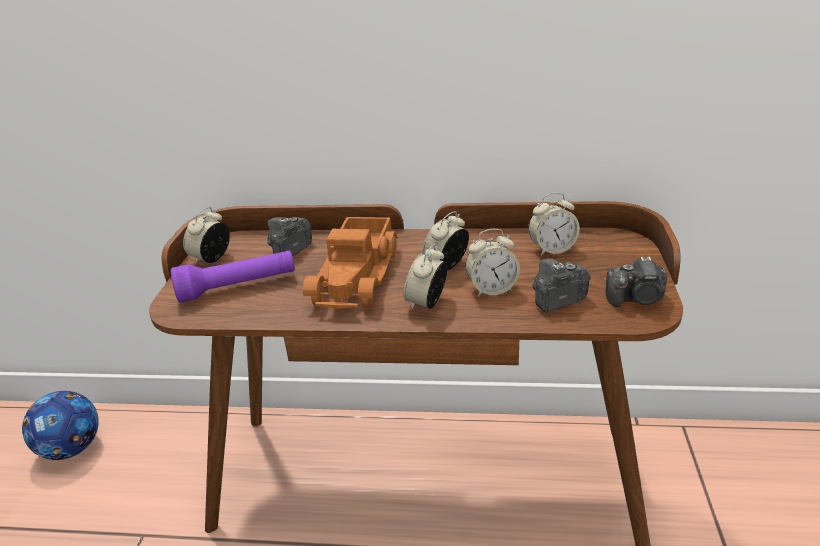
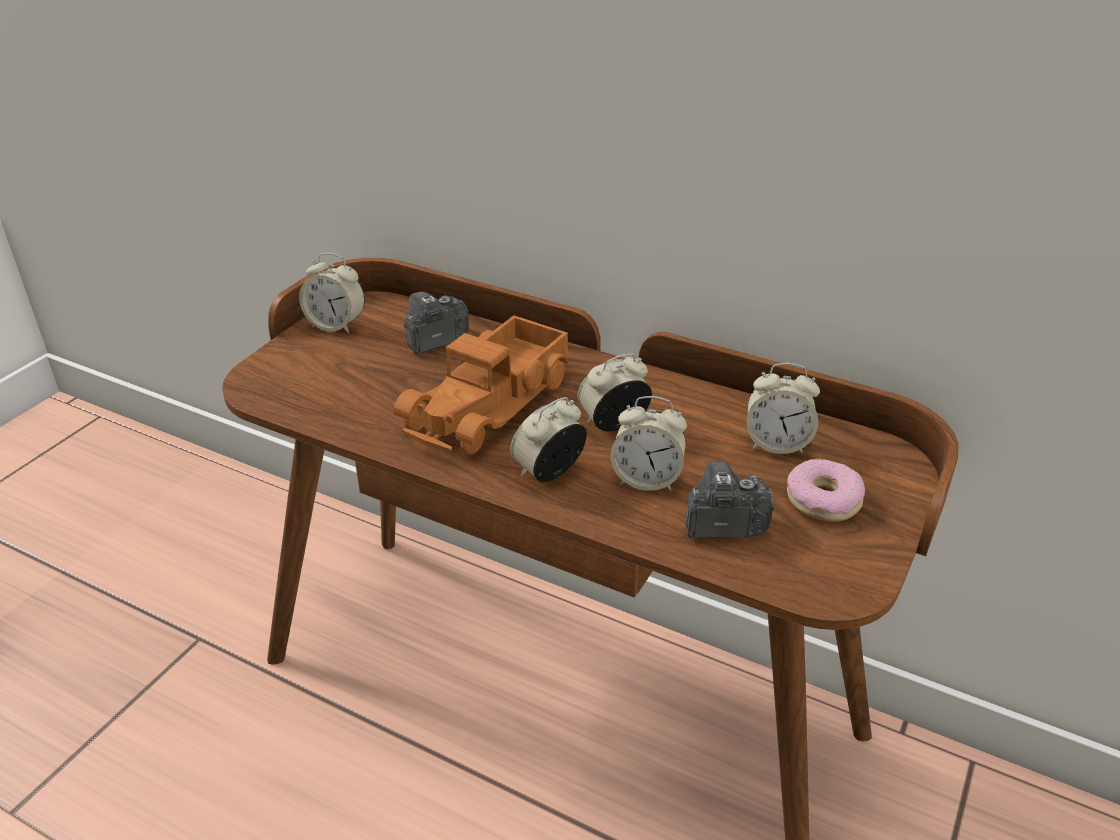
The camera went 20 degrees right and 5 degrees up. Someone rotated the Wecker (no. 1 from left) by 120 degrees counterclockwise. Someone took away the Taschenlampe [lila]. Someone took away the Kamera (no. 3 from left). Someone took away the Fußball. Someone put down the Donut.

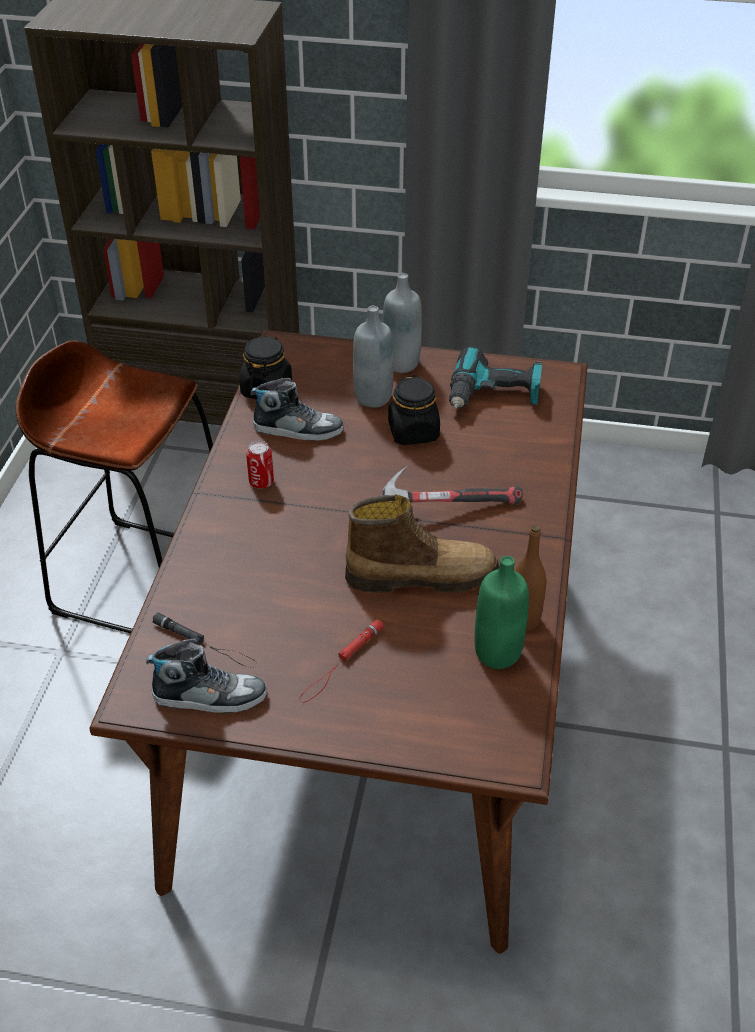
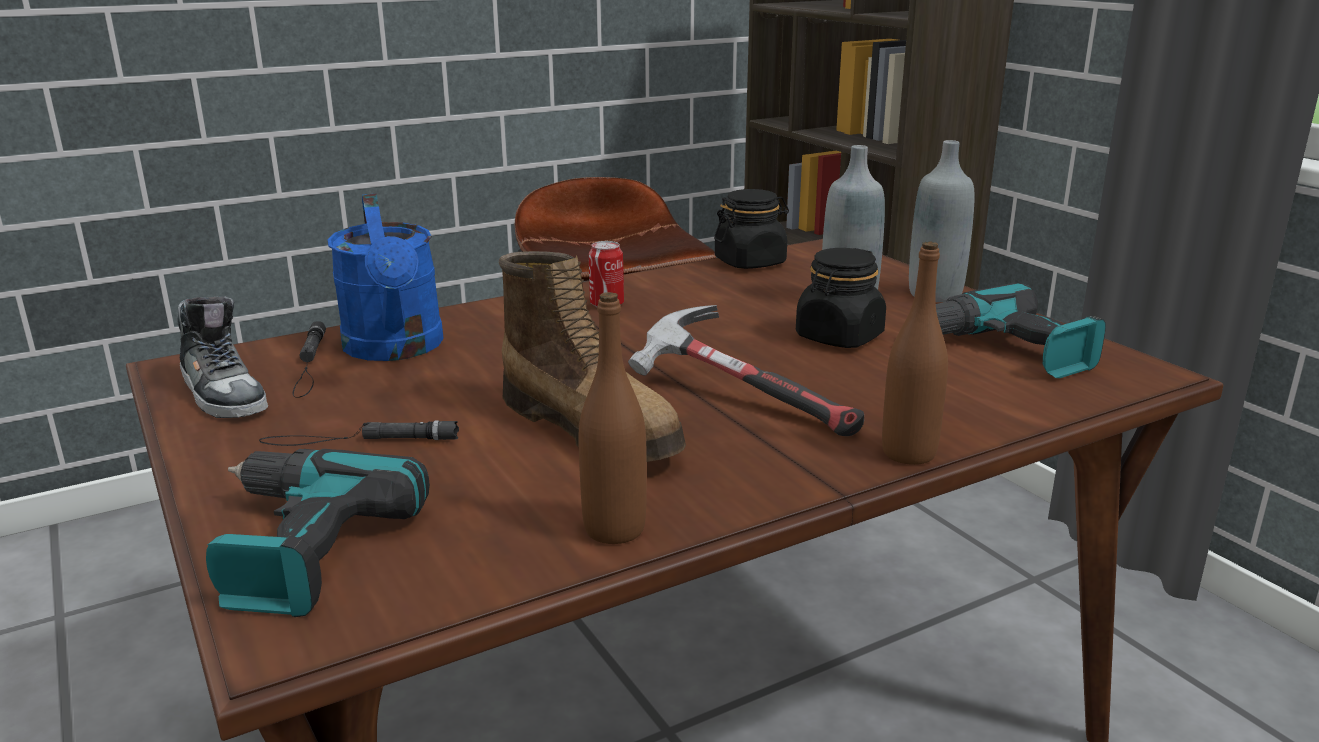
The camera went 50 degrees right and 20 degrees down. Someone took away the Schuh (no. 2 from left). Someone took away the Flasche [grün]. Someone repainted the Taschenlampe [rot], which became the Taschenlampe [schwarz] (no. 2 from left). Someone put down the Gießkanne [blau]. Someone put down the Flasche [braun] (no. 2 from left). Someone put down the Bohrmaschine (no. 1 from left).

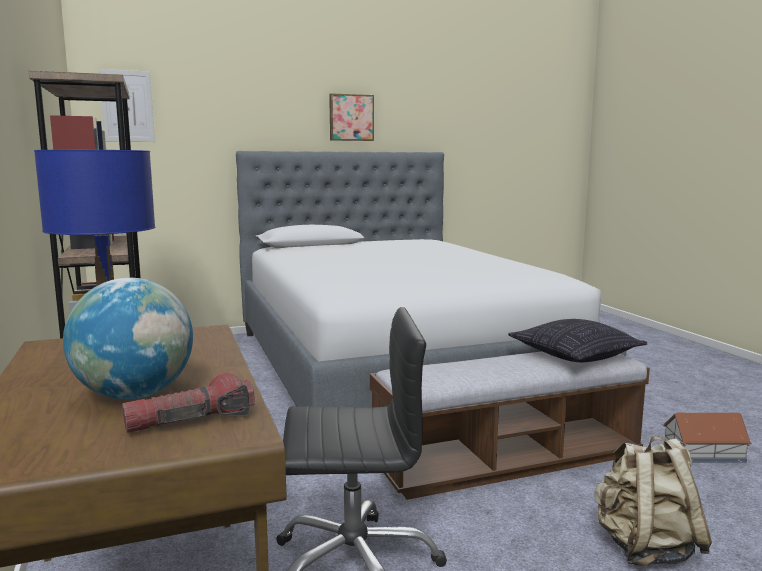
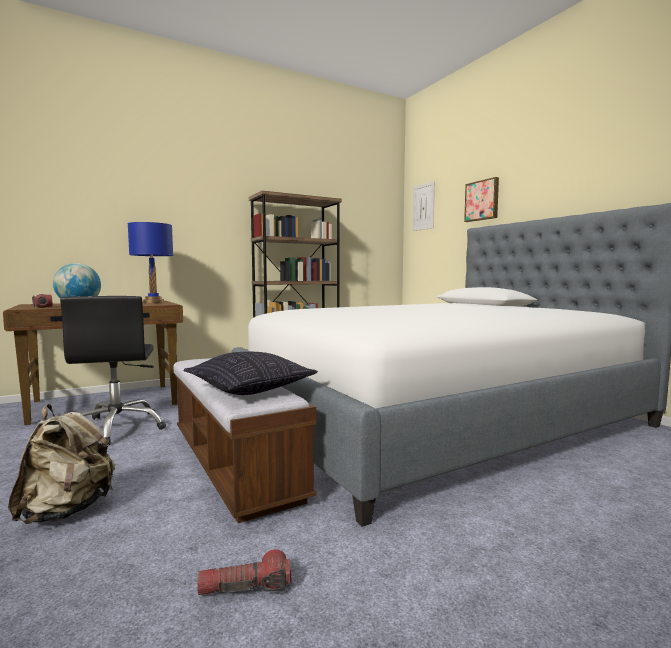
The camera went 80 degrees right and 5 degrees down. Someone carried the Bild (no. 2 from left). Someone swapped the Spielzeughaus for the Taschenlampe (no. 2 from left).

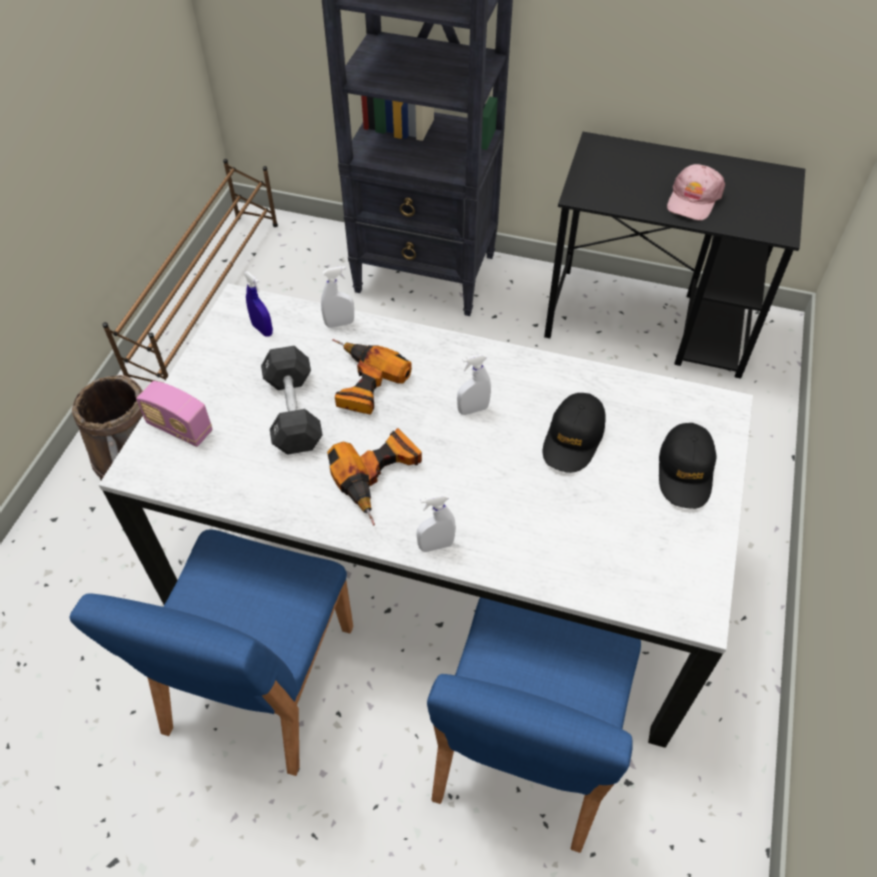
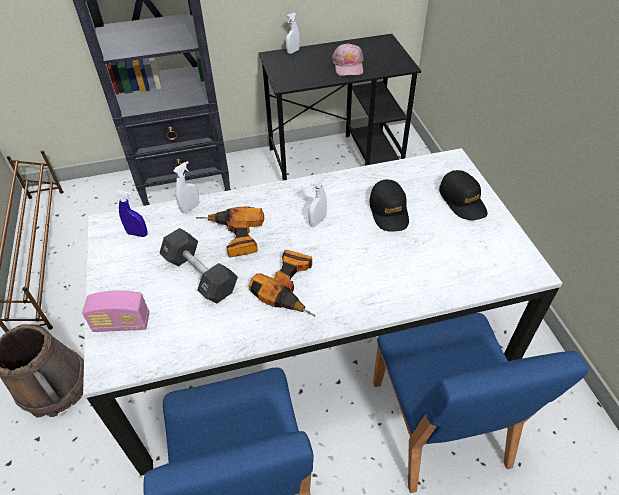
The camera went 30 degrees left and 5 degrees down. Someone carried the Sprühflasche [weiß] (no. 2 from left).

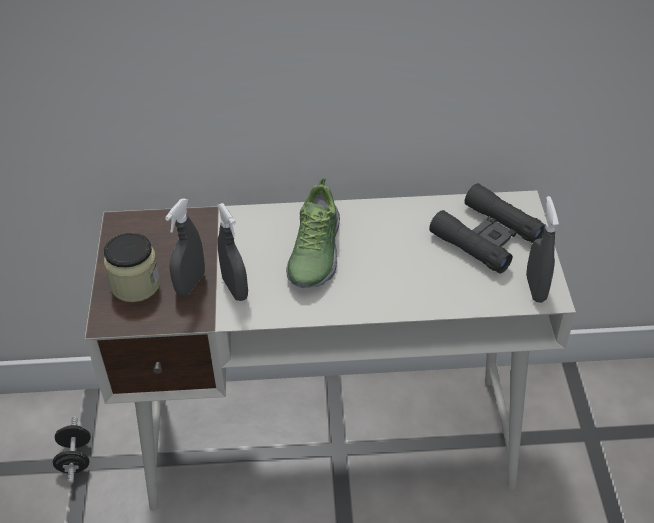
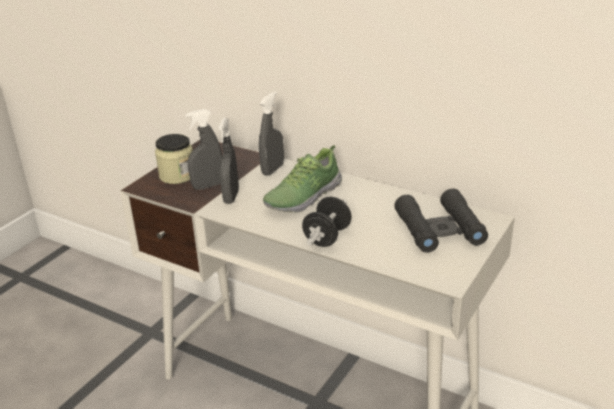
The camera went 35 degrees right and 15 degrees down. Someone carried the Sprühflasche [grau] (no. 3 from left). Someone carried the Hantel [schwarz].

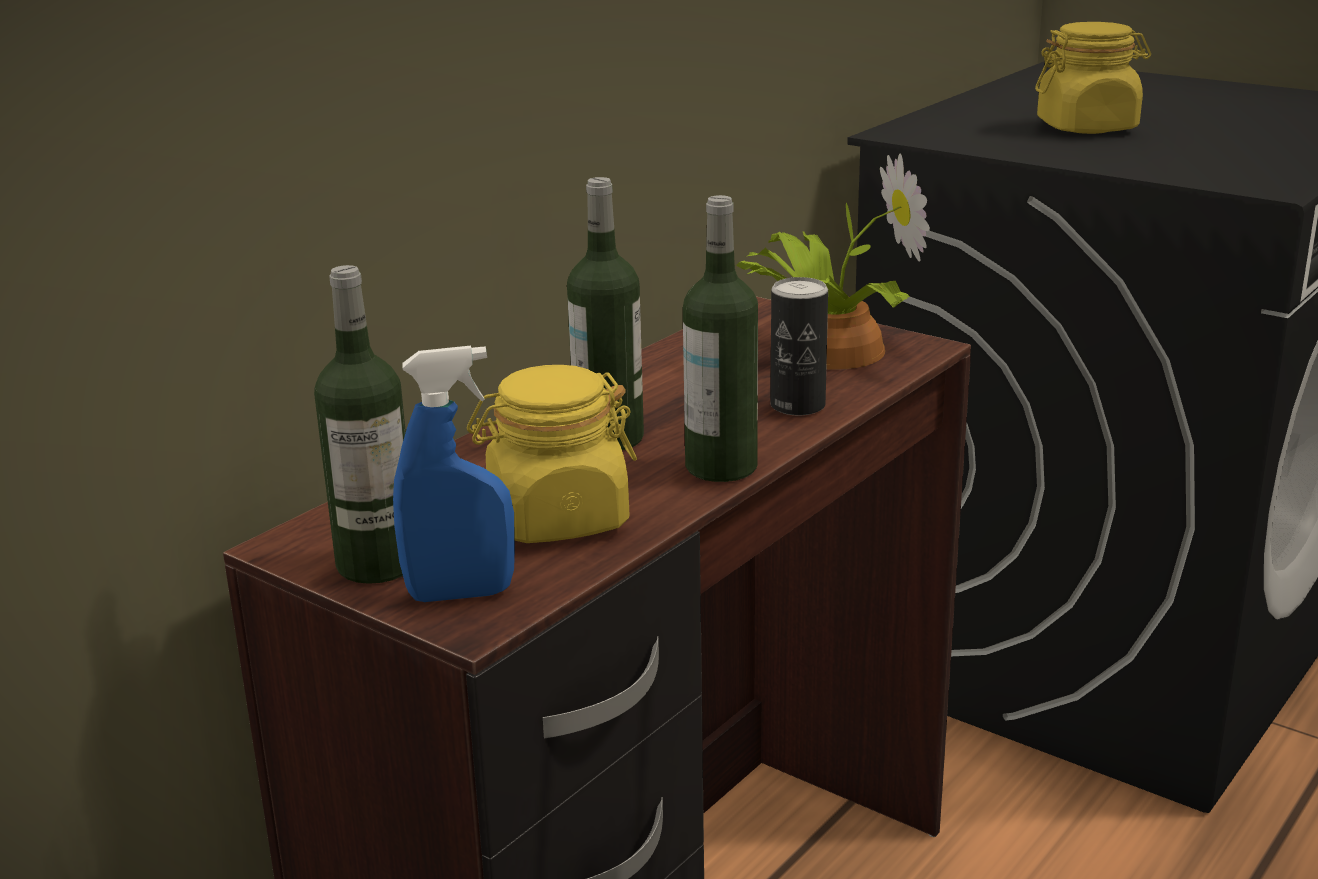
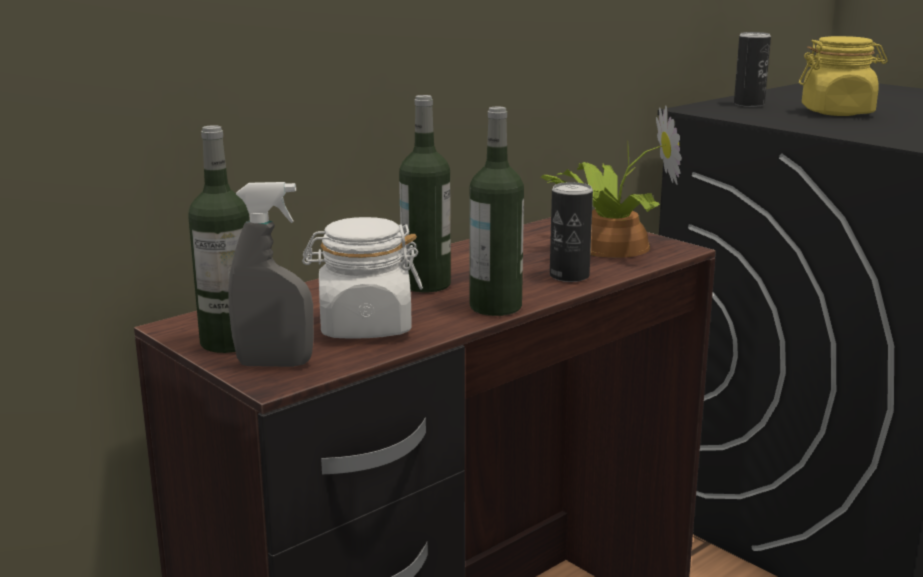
The camera went 10 degrees right and 5 degrees down. Someone repainted the Sprühflasche [blau], which became the Sprühflasche [grau]. Someone repainted the Vorratsglas [gelb] (no. 1 from left), which became the Vorratsglas [weiß]. Someone put down the Dose (no. 2 from left).

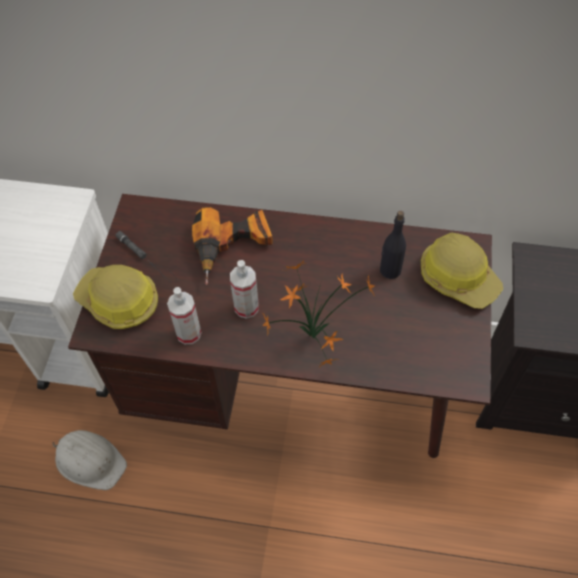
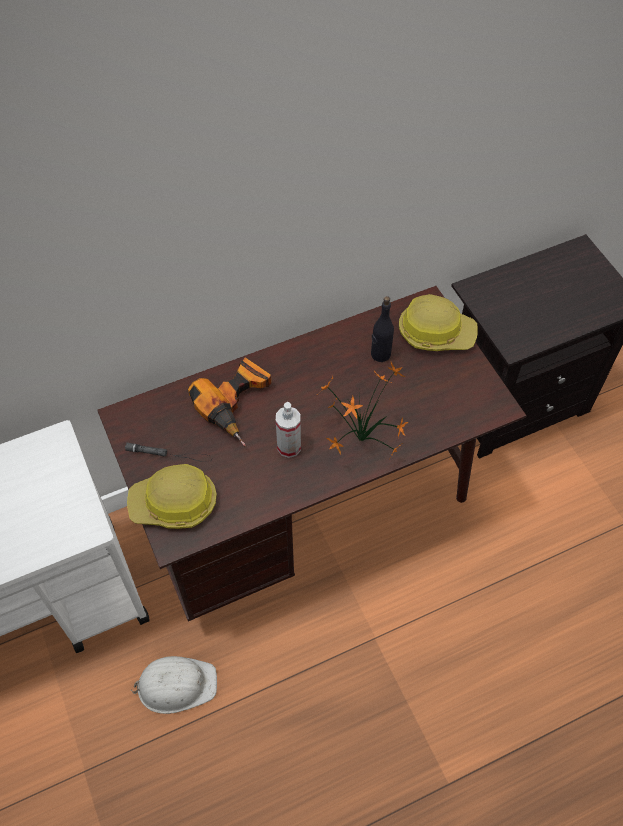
The camera went 35 degrees left and 0 degrees up. Someone took away the Sprühflasche (no. 1 from left).

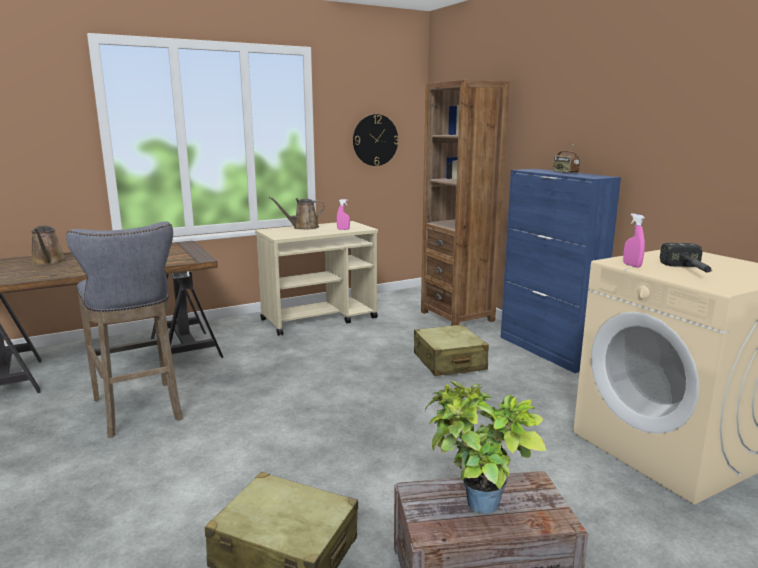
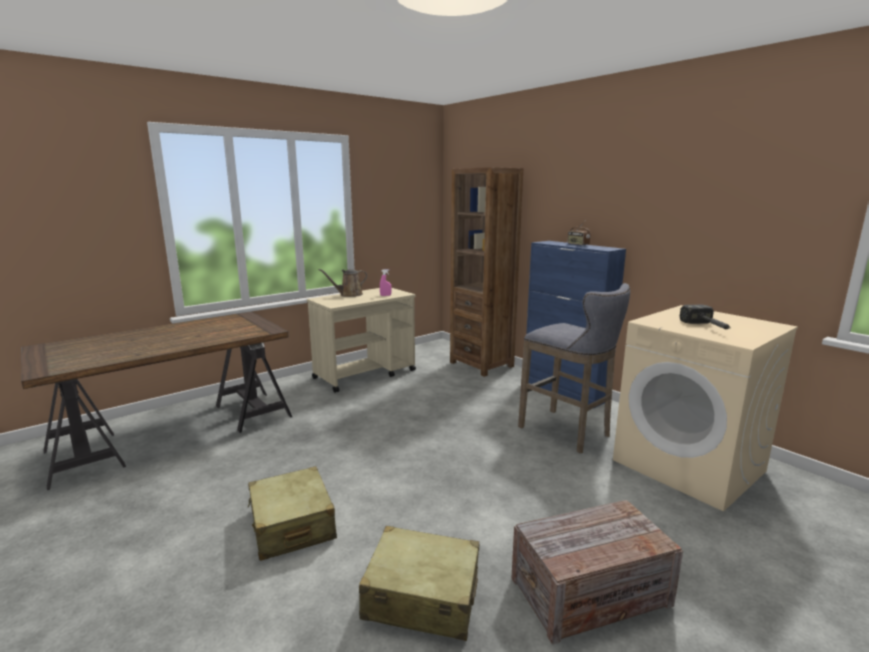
The camera went 10 degrees left and 0 degrees up. Someone took away the Wanduhr. Someone took away the Sprühflasche [rosa] (no. 2 from left). Someone carried the Hocker [grau]. Someone took away the Gießkanne [braun] (no. 1 from left). Someone carried the Koffer [beige] (no. 2 from left in the first image). Someone took away the Topfpflanze.

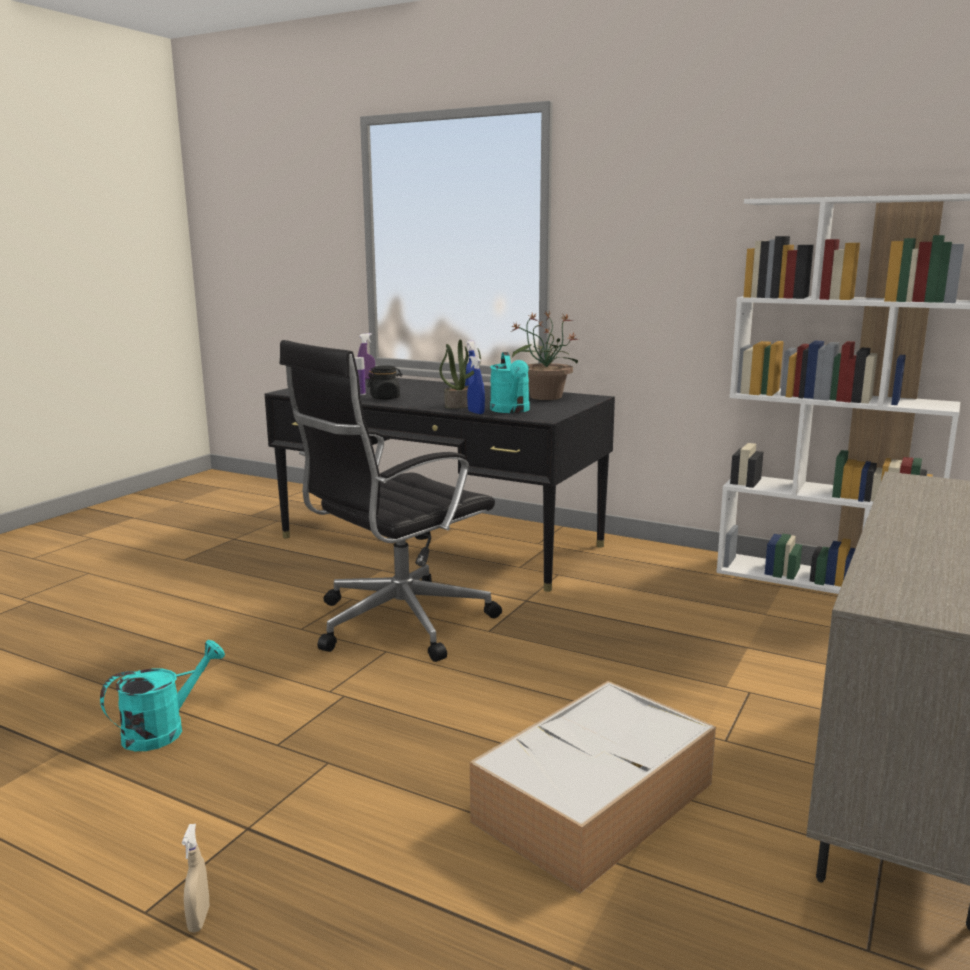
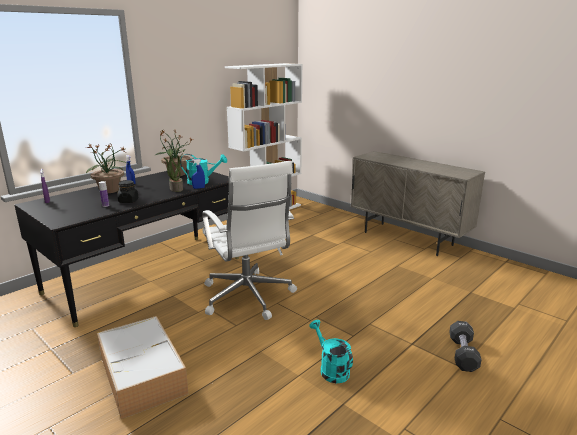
The camera went 75 degrees left and 5 degrees up. Someone repainted the Bürostuhl [schwarz], which became the Bürostuhl [weiß]. Someone carried the Aufbewahrungsbox. Someone swapped the Sprühflasche [beige] for the Hantel [schwarz]. Someone put down the Topfpflanze (no. 1 from left).

